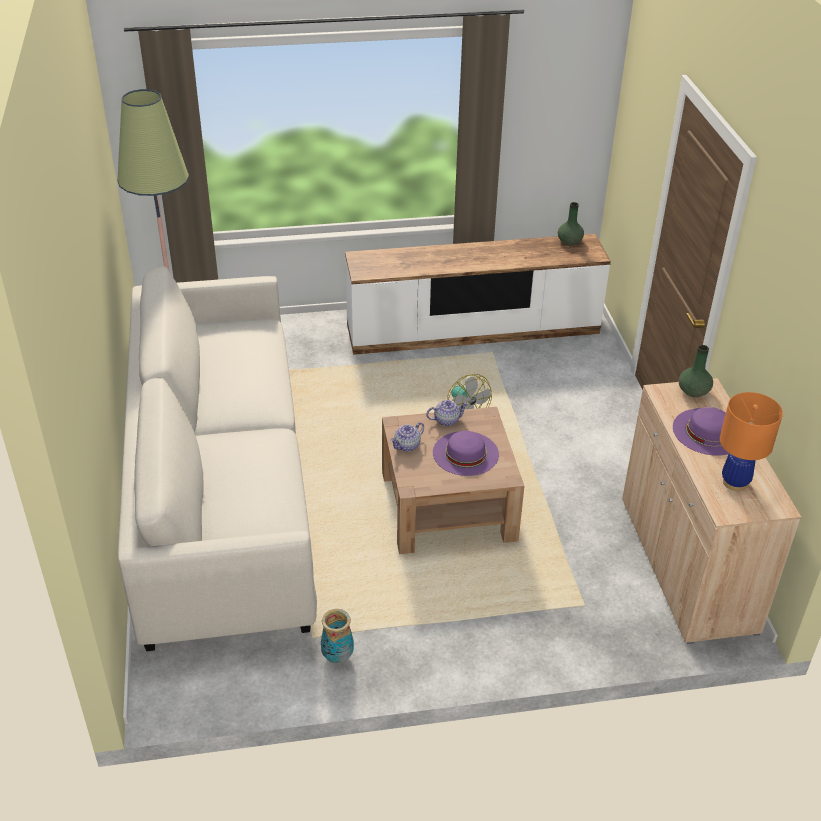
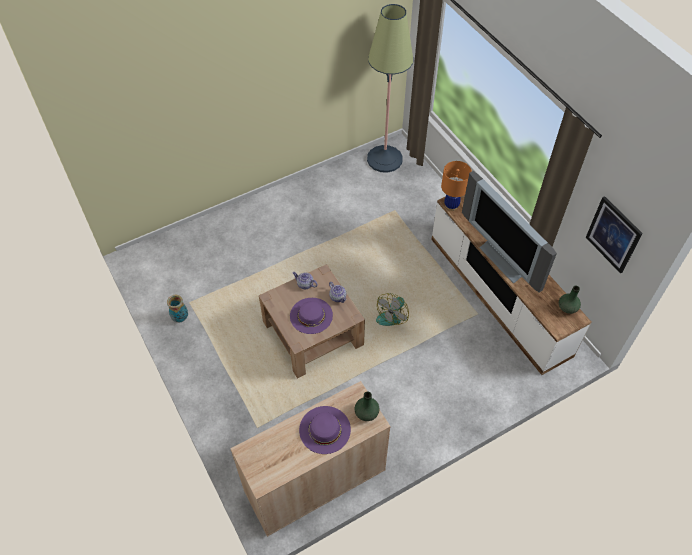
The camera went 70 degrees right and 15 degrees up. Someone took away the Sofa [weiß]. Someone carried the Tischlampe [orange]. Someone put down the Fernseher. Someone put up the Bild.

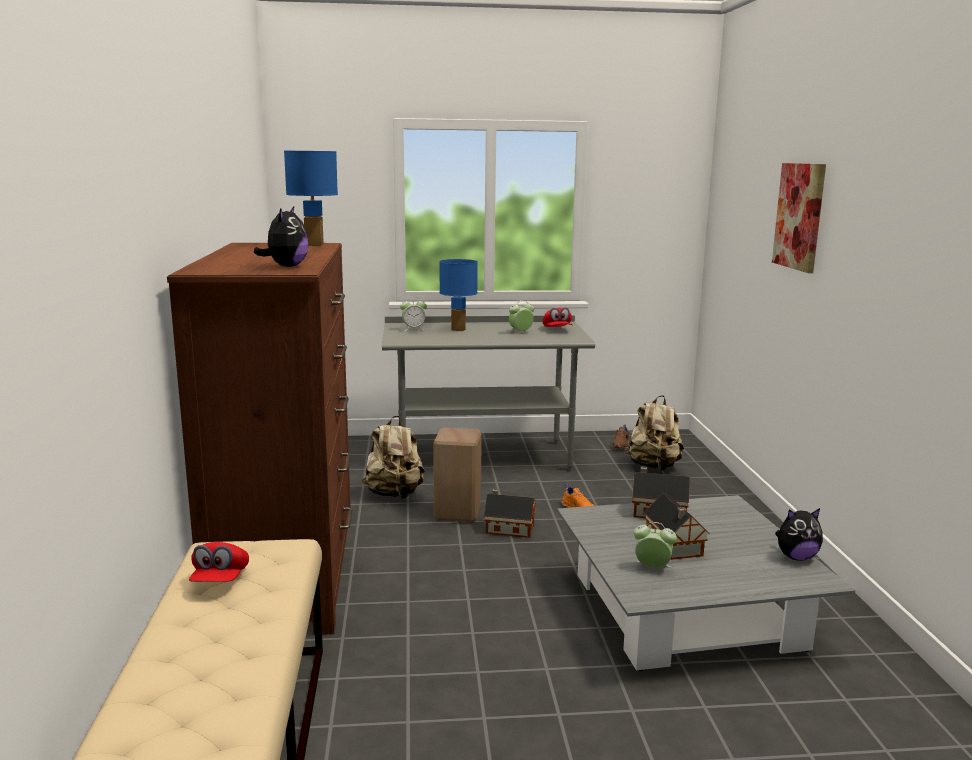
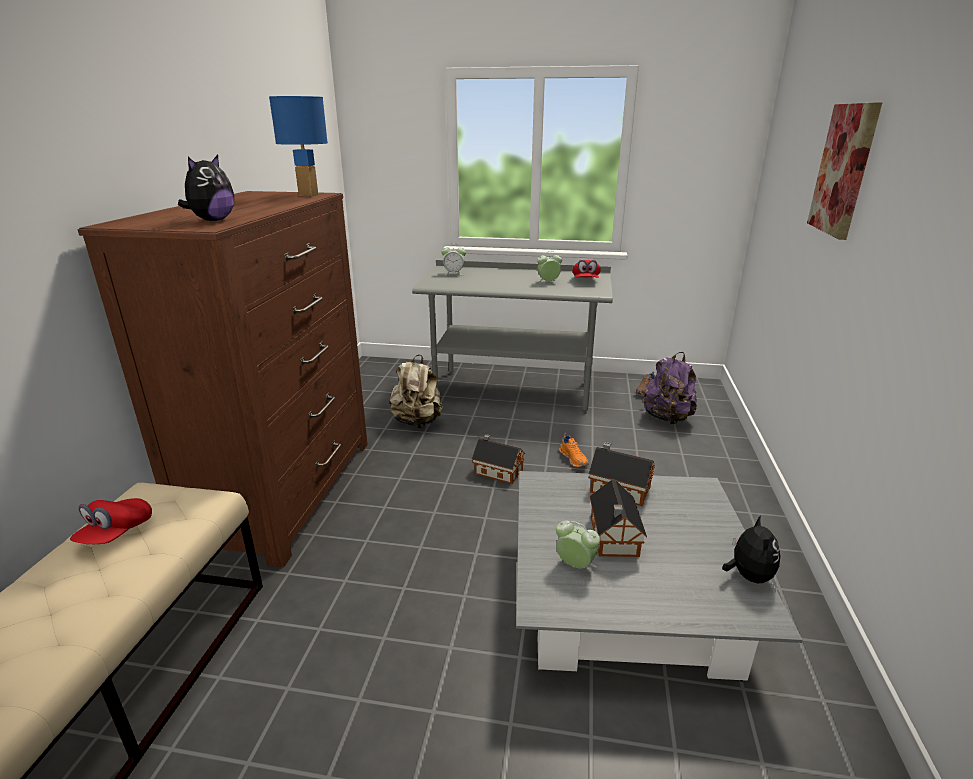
The camera went 15 degrees right and 10 degrees up. Someone took away the Tischlampe [blau] (no. 2 from left). Someone repainted the Rucksack [beige] (no. 2 from left), which became the Rucksack [lila]. Someone took away the Hocker [beige]. Someone rotated the Plüschtier (no. 2 from left) by 90 degrees counterclockwise.

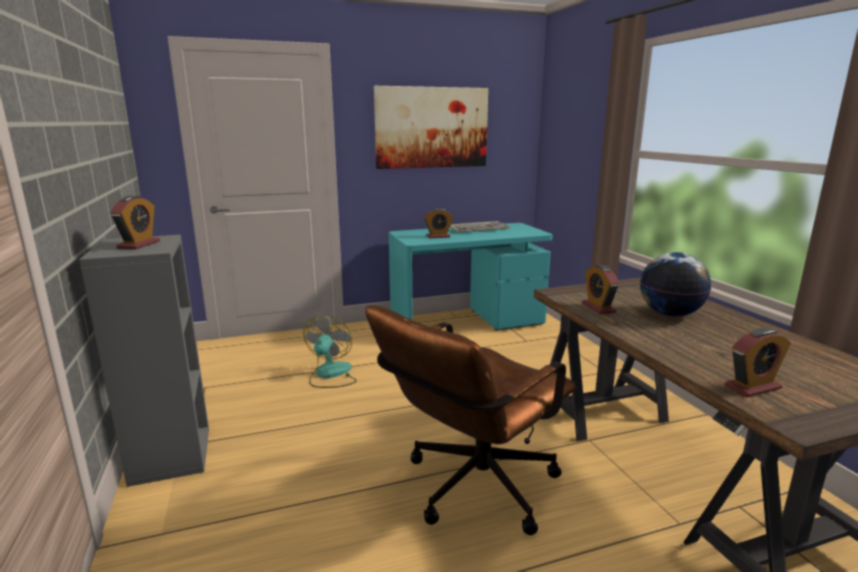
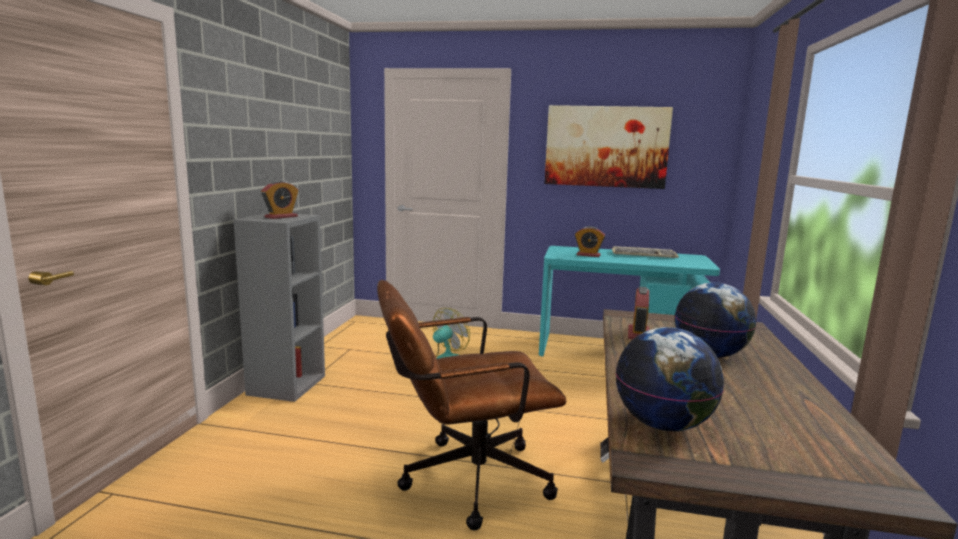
The camera went 30 degrees right and 5 degrees down. Someone swapped the Wecker (no. 4 from left) for the Globus (no. 1 from left).

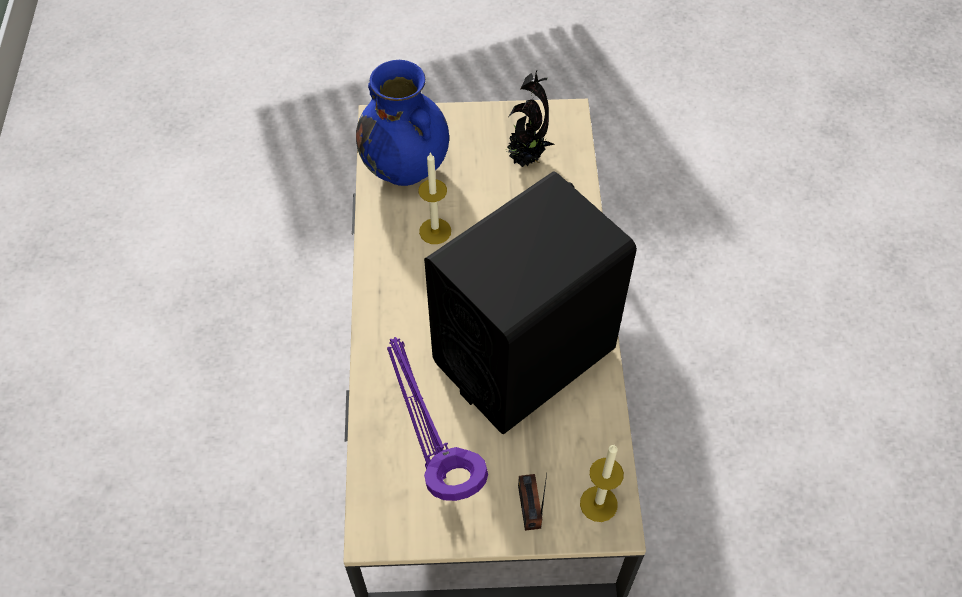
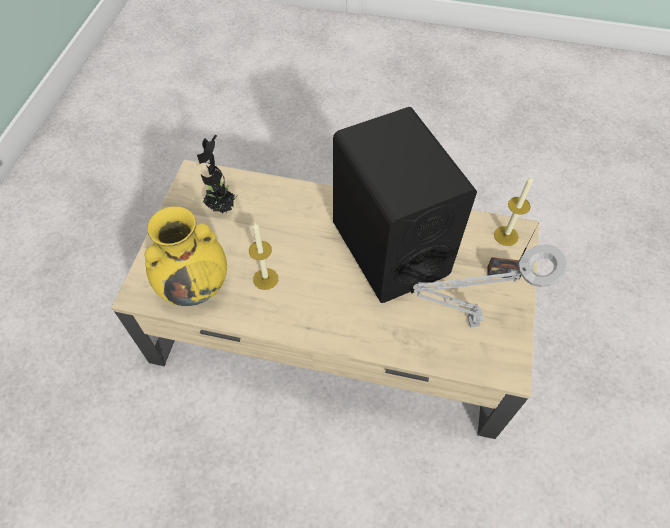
The camera went 75 degrees left and 0 degrees up. Someone repainted the Vase [blau], which became the Vase [gelb]. Someone repainted the Tischlampe [lila], which became the Tischlampe [grau].

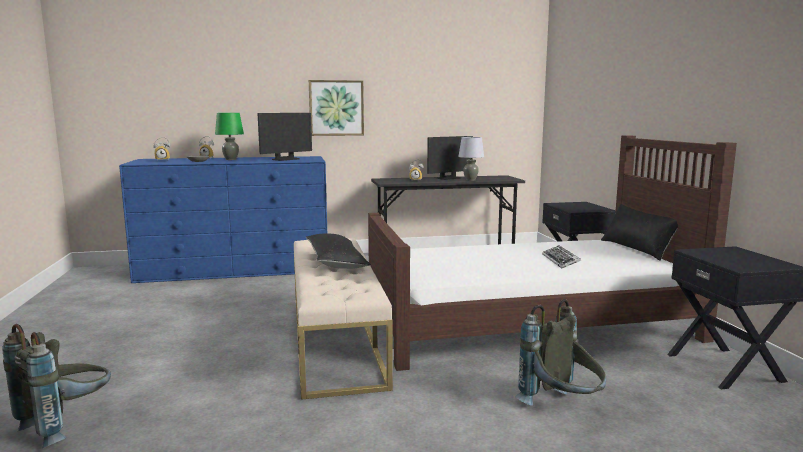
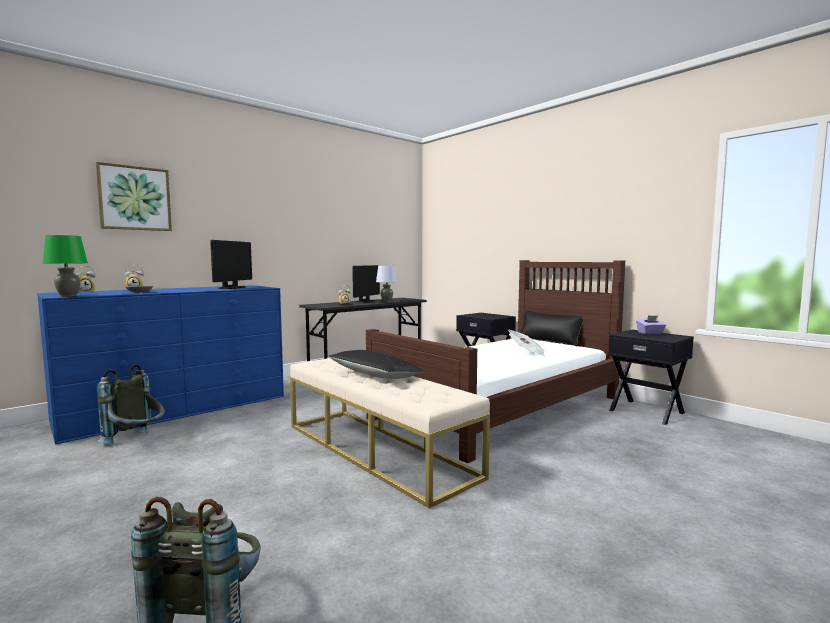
The camera went 30 degrees left and 5 degrees down. Someone carried the Bild. Someone carried the Tischlampe [grün]. Someone swapped the Tastatur for the Zeitung. Someone carried the Rucksack [grau] (no. 2 from left in the first image). Someone put down the Taschentuchbox [lila].

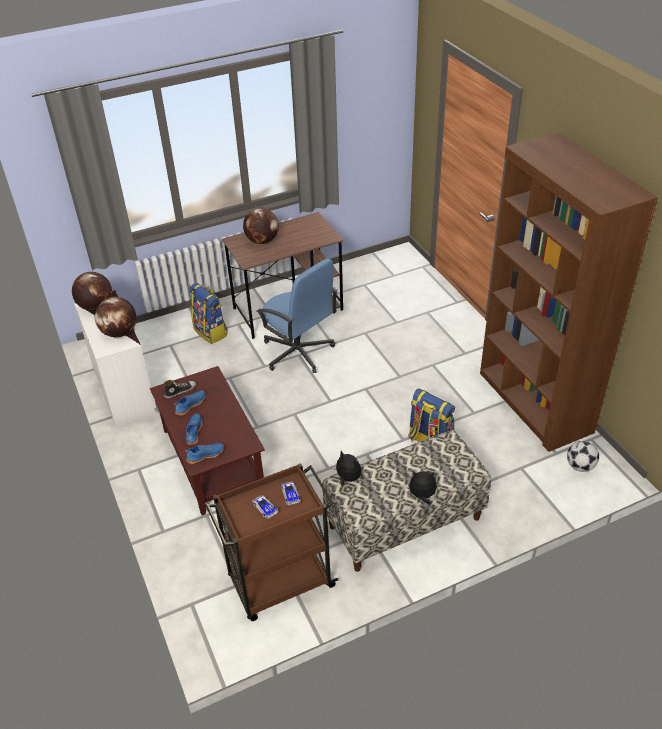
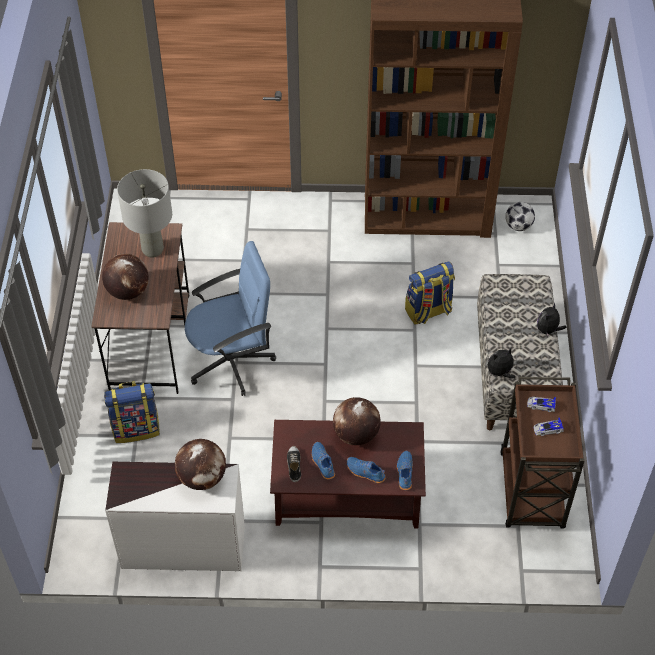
The camera went 65 degrees left and 10 degrees up. Someone carried the Globus (no. 1 from left in the first image). Someone put down the Tischlampe [grau].

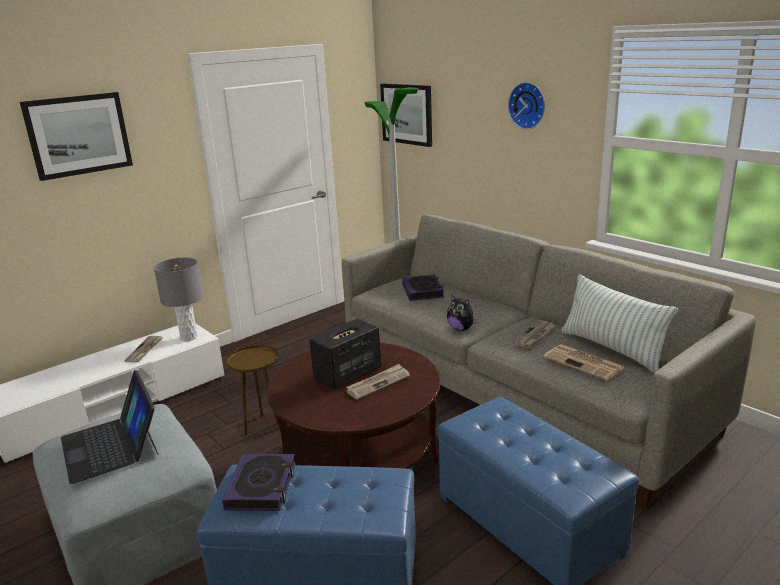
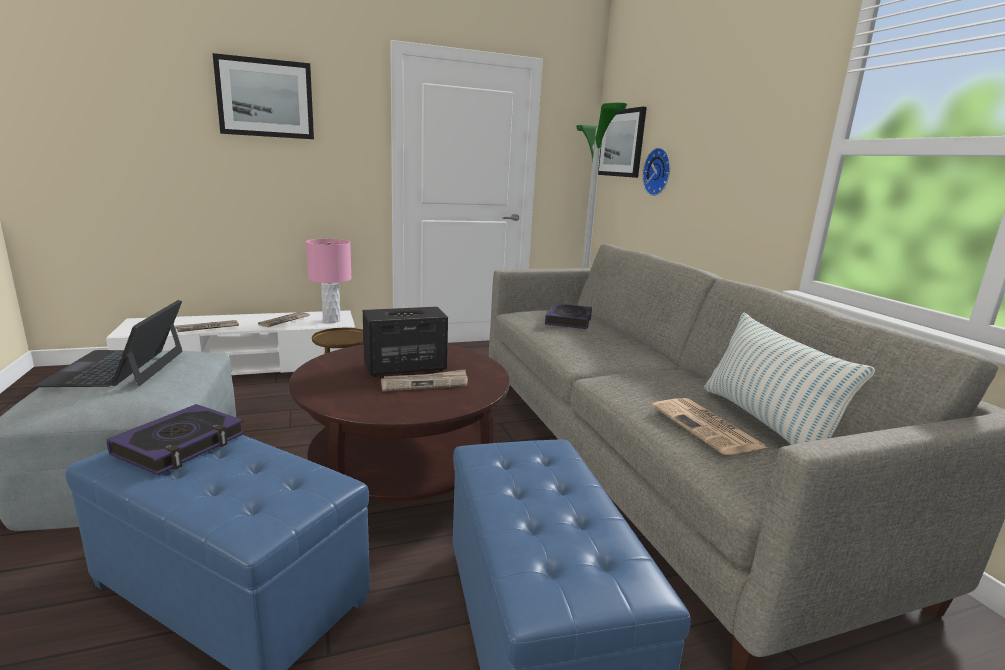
The camera went 20 degrees right and 5 degrees down. Someone carried the Wanduhr. Someone repainted the Tischlampe [grau], which became the Tischlampe [rosa]. Someone took away the Plüschtier. Someone carried the Zeitung (no. 3 from left in the first image).

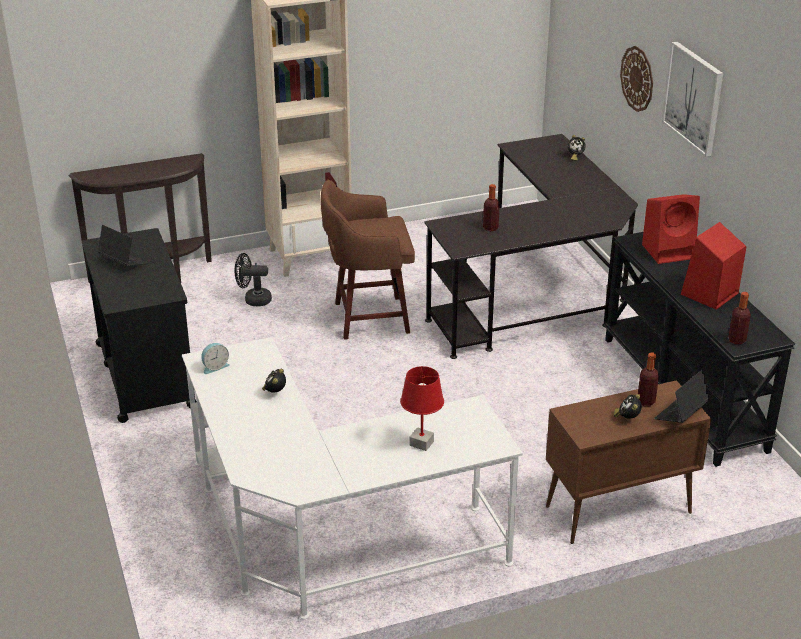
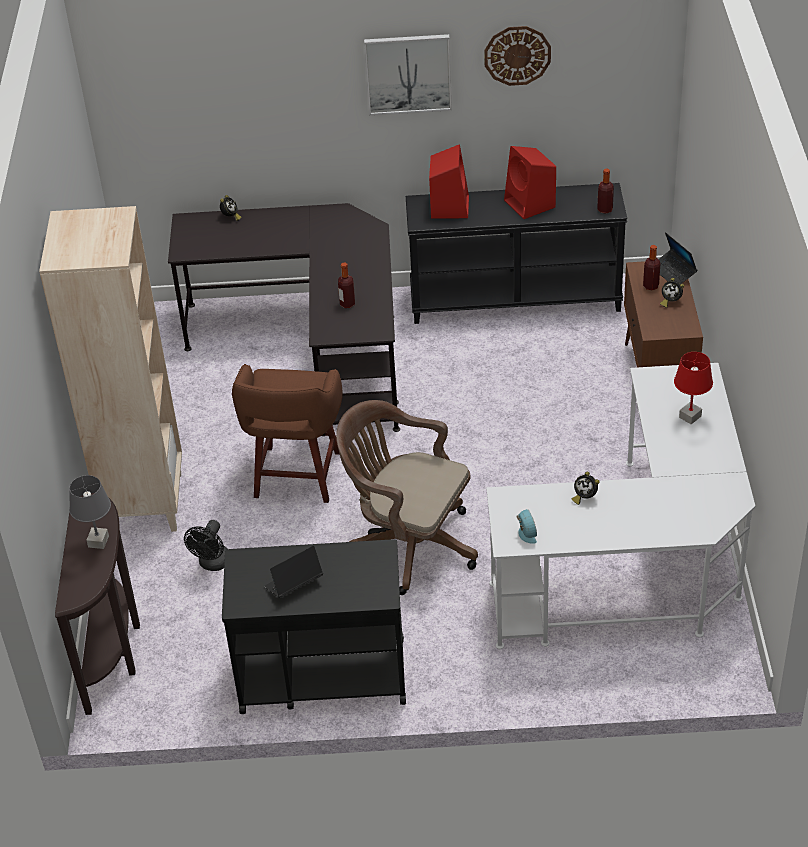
The camera went 70 degrees left and 10 degrees up. Someone carried the Wanduhr. Someone put down the Bürostuhl [braun]. Someone put down the Tischlampe [grau].

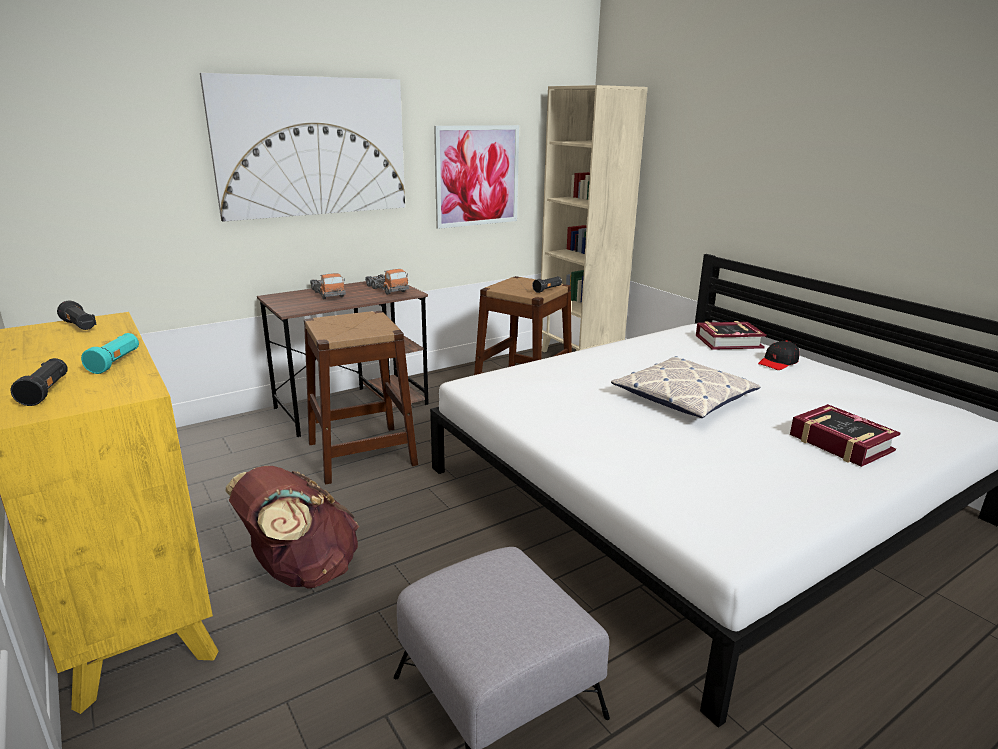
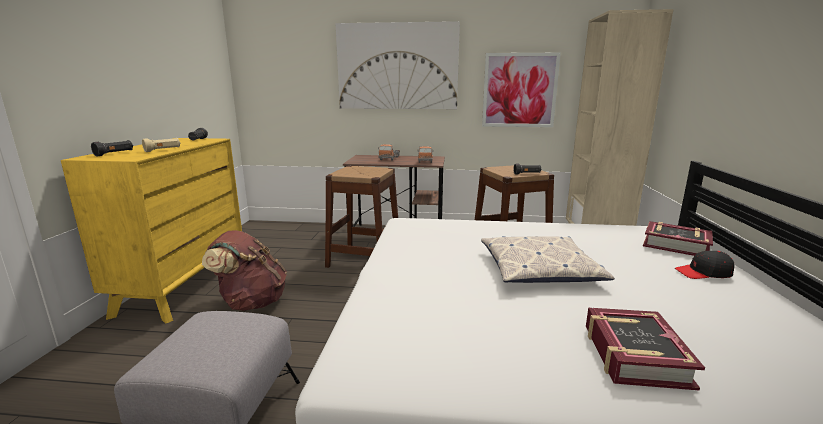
The camera went 40 degrees right and 5 degrees down. Someone repainted the Taschenlampe [türkis], which became the Taschenlampe [beige].

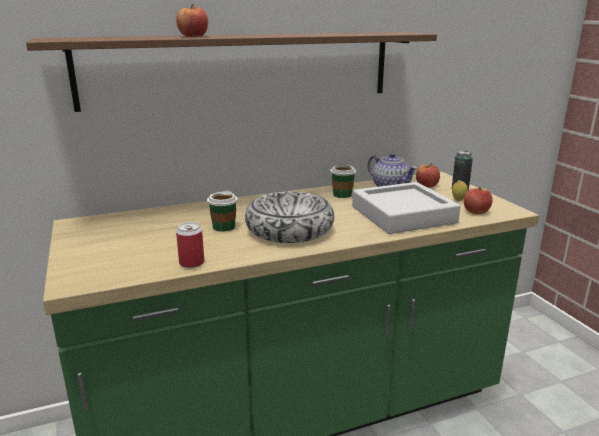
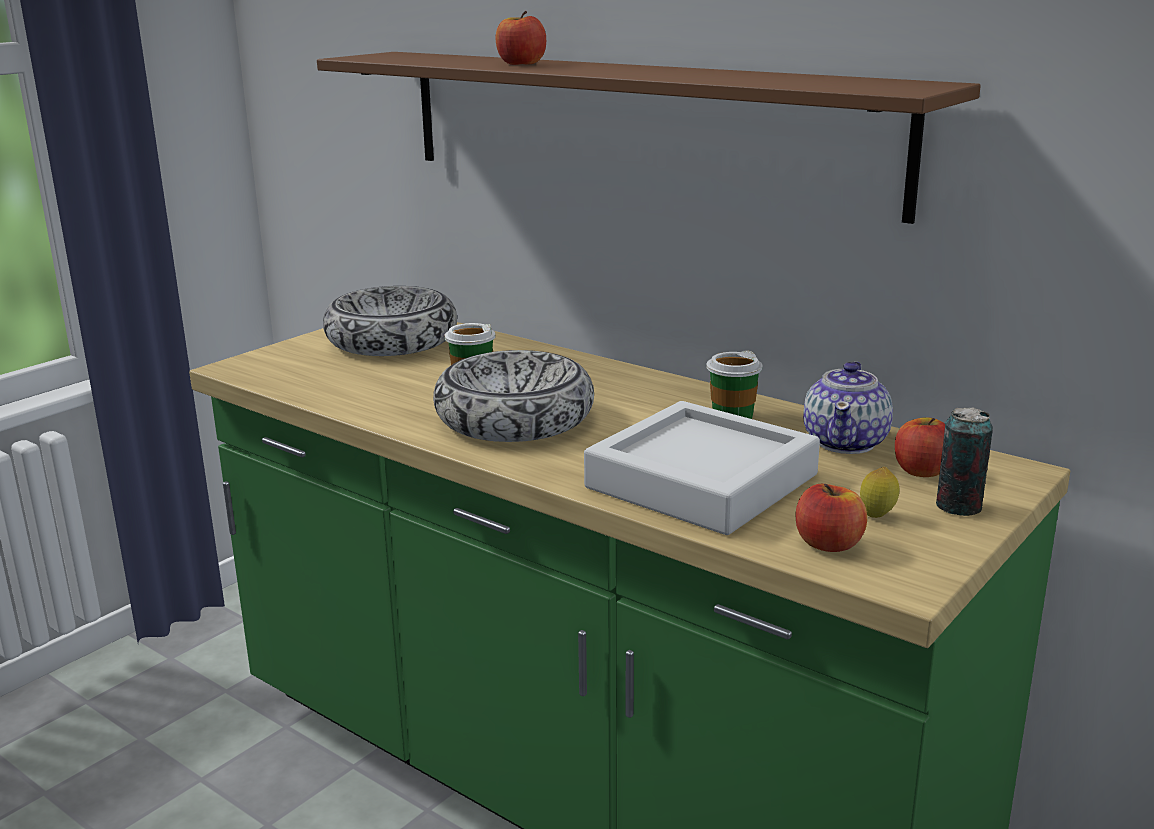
The camera went 60 degrees right and 0 degrees up. Someone took away the Dose (no. 1 from left). Someone put down the Schüssel (no. 1 from left).

